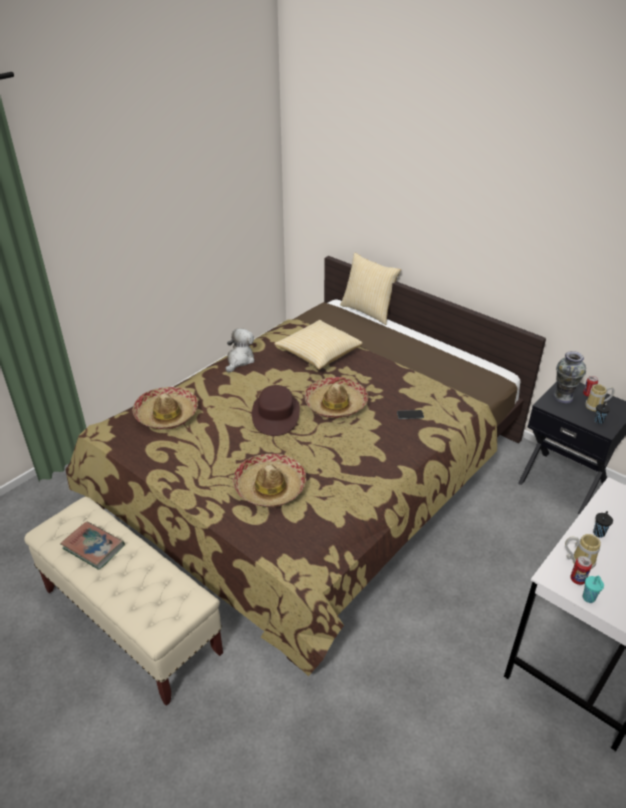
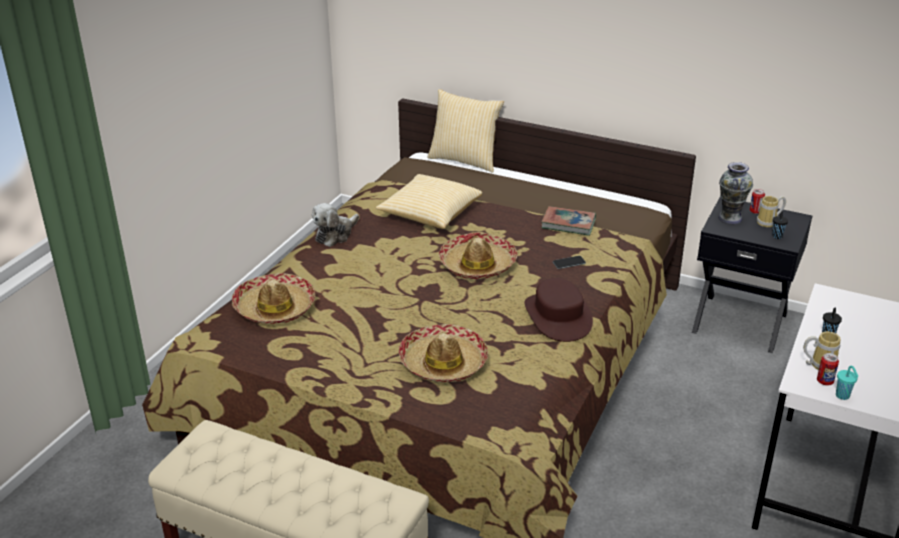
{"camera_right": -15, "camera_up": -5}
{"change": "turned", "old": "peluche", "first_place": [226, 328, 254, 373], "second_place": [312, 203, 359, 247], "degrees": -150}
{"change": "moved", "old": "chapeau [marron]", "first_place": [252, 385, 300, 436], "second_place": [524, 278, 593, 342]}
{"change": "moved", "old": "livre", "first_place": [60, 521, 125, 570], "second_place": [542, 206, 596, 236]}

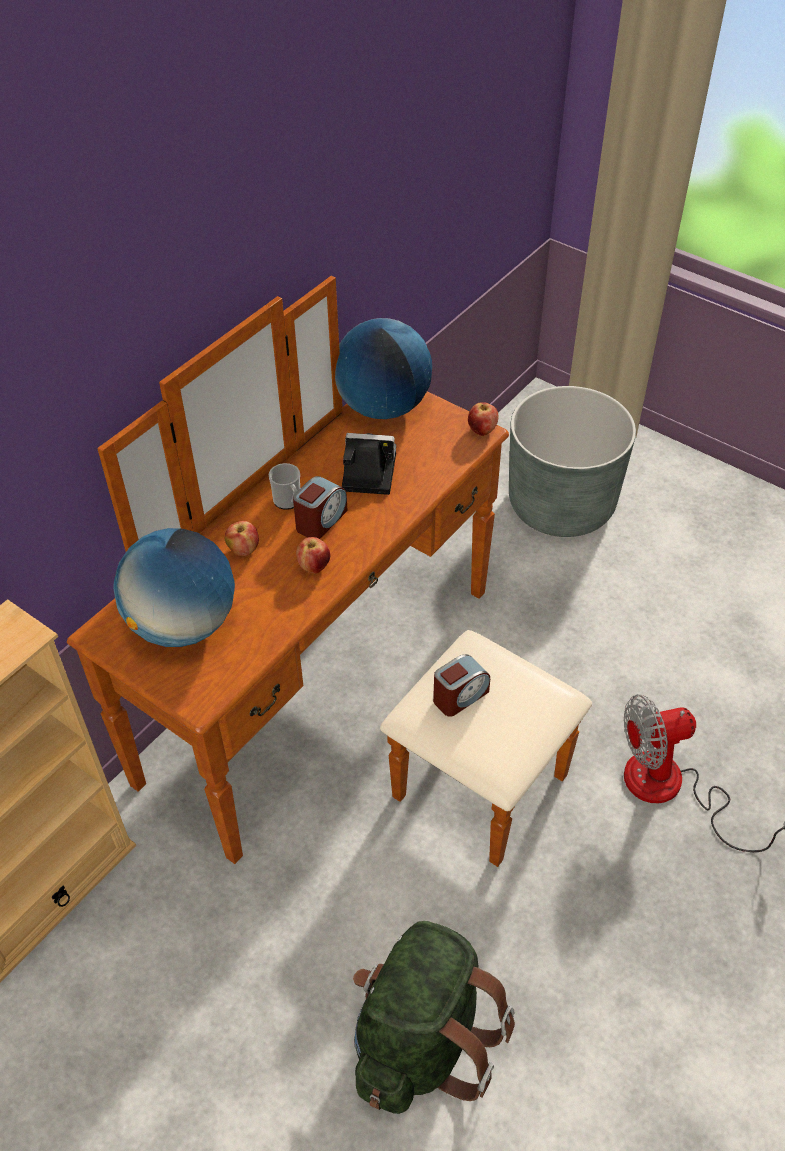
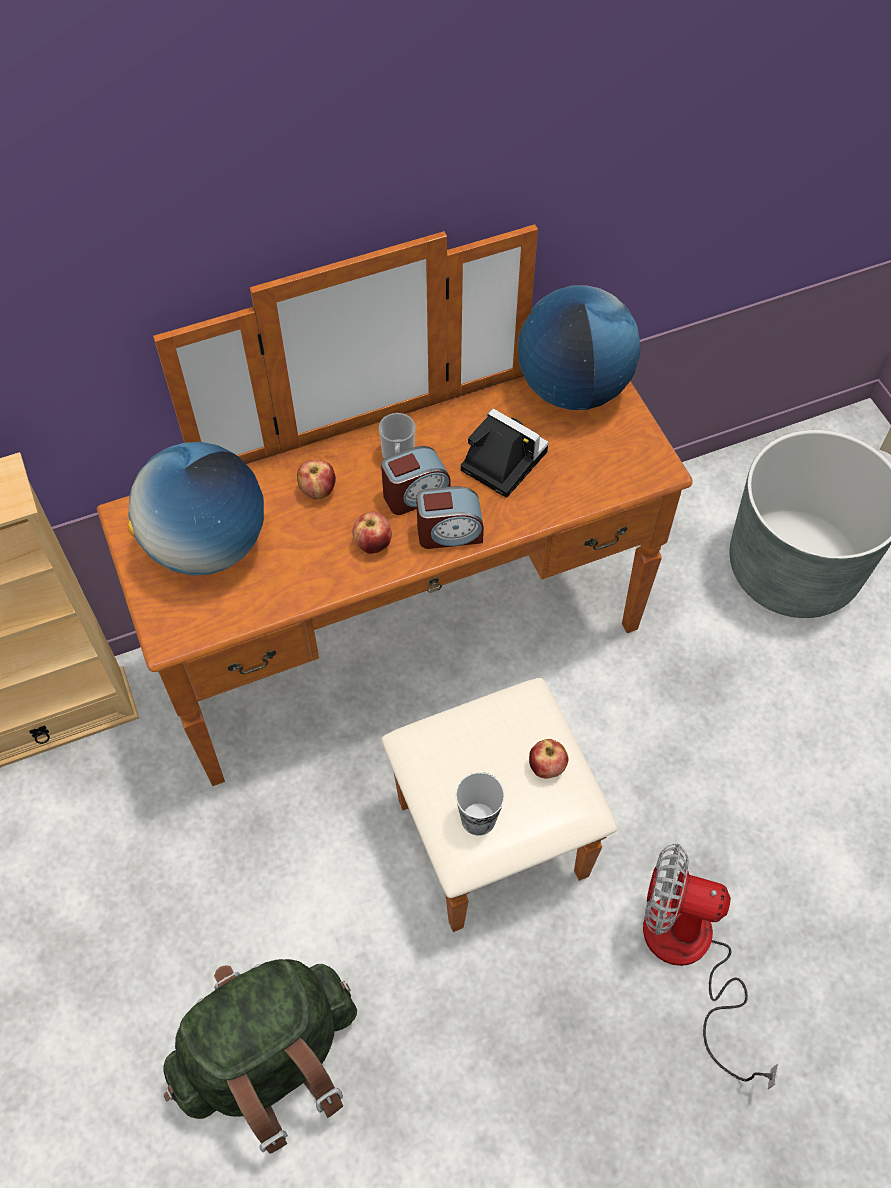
{"camera_right": 30, "camera_up": 10}
{"change": "moved", "old": "réveil", "first_place": [433, 654, 490, 717], "second_place": [416, 486, 484, 549]}
{"change": "added", "new": "tasse", "second_place": [455, 772, 505, 836]}
{"change": "moved", "old": "pomme", "first_place": [468, 402, 499, 436], "second_place": [529, 739, 568, 779]}

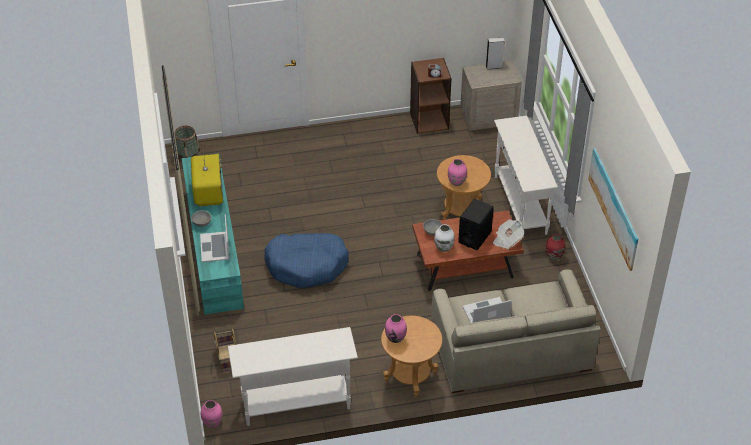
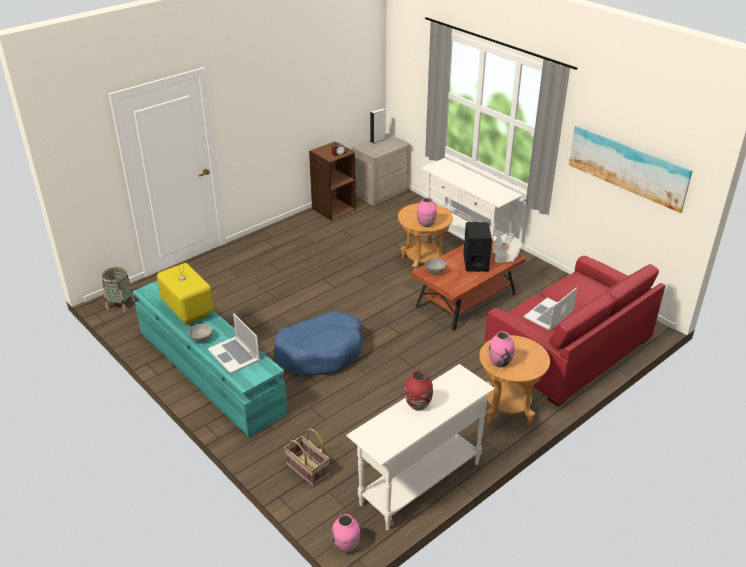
{"camera_right": -30, "camera_up": -10}
{"change": "moved", "old": "vase [rouge]", "first_place": [546, 234, 566, 260], "second_place": [405, 371, 433, 410]}
{"change": "recoloured", "old": "canapé [beige]", "new": "canapé [rouge]", "first_place": [431, 269, 601, 393], "second_place": [484, 256, 665, 406]}
{"change": "removed", "old": "vase [blanc]", "first_place": [434, 224, 455, 252]}

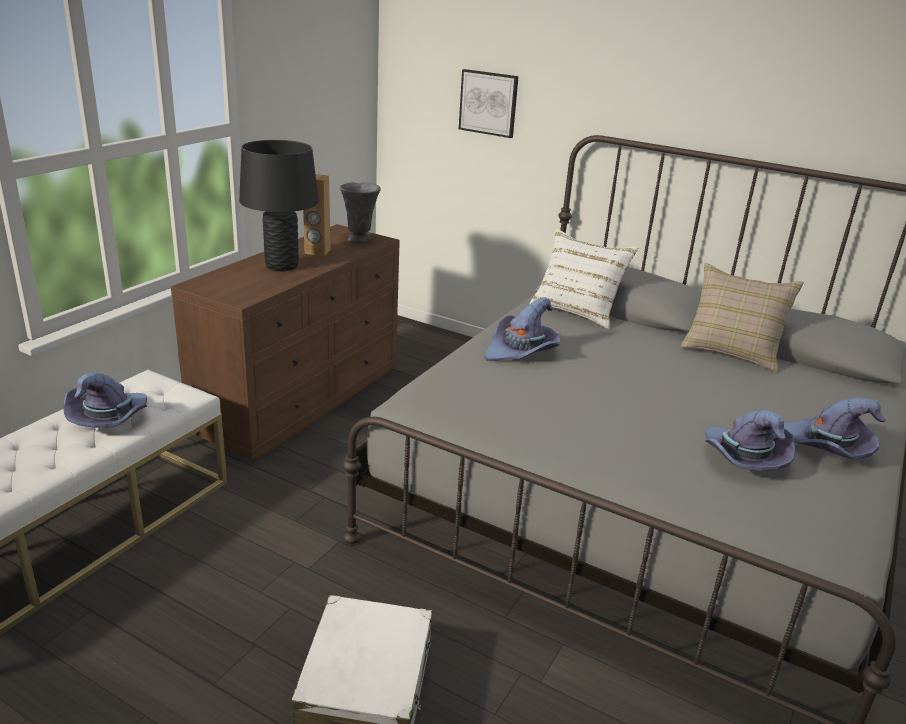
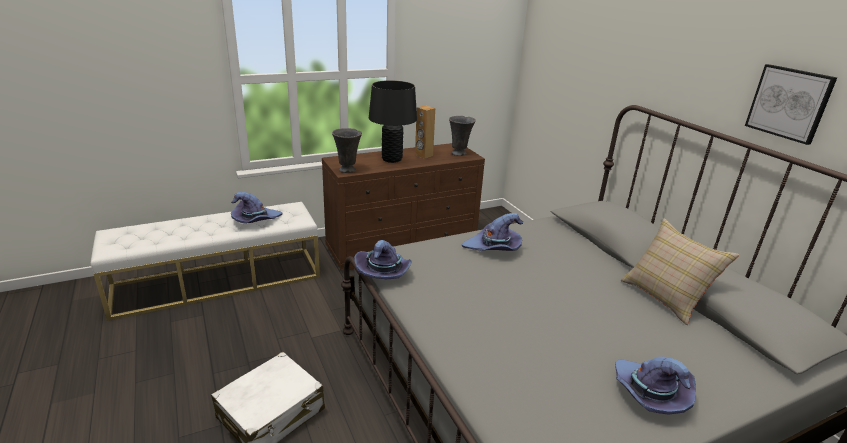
{"camera_right": 35, "camera_up": 0}
{"change": "added", "new": "vase [gris]", "second_place": [332, 128, 362, 173]}
{"change": "moved", "old": "chapeau [violet]", "first_place": [705, 410, 795, 471], "second_place": [354, 240, 412, 279]}
{"change": "moved", "old": "tableau", "first_place": [459, 69, 519, 138], "second_place": [745, 64, 837, 145]}
{"change": "removed", "old": "coussin [blanc]", "first_place": [530, 229, 639, 329]}

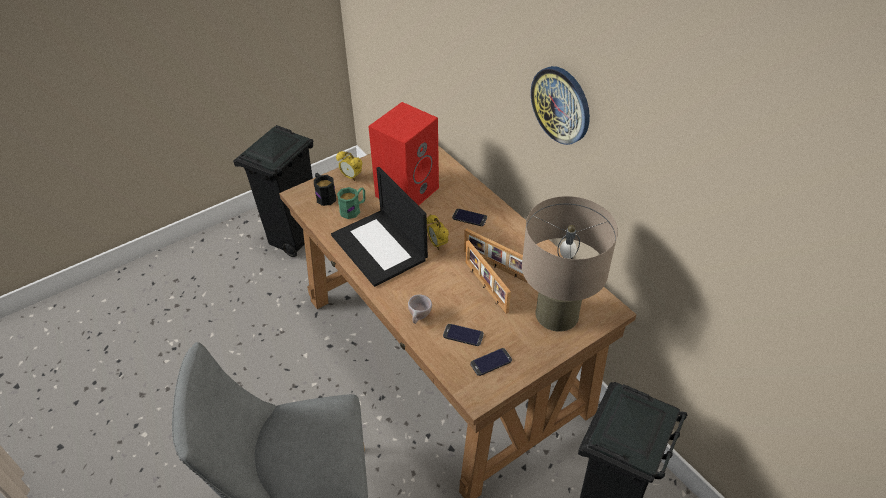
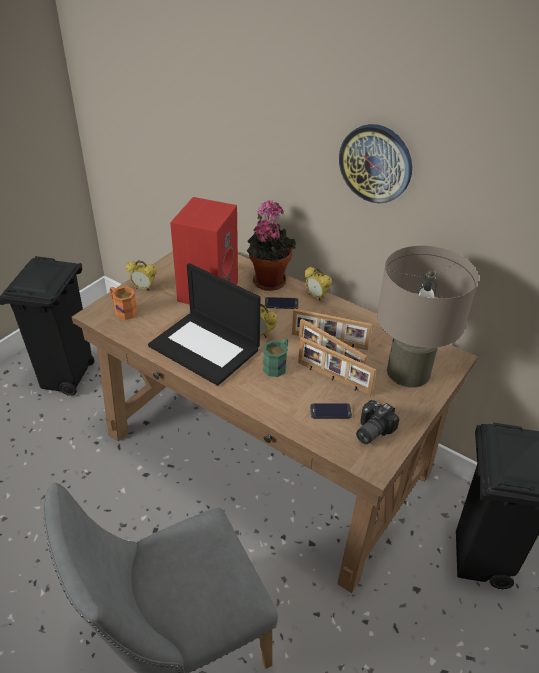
{"camera_right": -20, "camera_up": -5}
{"change": "recoloured", "old": "mug [noir]", "new": "mug [orange]", "first_place": [314, 173, 336, 206], "second_place": [110, 286, 138, 320]}
{"change": "added", "new": "plante en pot", "second_place": [247, 200, 296, 291]}
{"change": "moved", "old": "mug [vert]", "first_place": [337, 187, 365, 219], "second_place": [263, 338, 288, 377]}
{"change": "added", "new": "cadre photo", "second_place": [298, 337, 376, 396]}
{"change": "added", "new": "réveil", "second_place": [304, 267, 332, 301]}
{"change": "replaced", "old": "téléphone", "new": "appareil photo", "first_place": [470, 348, 512, 376], "second_place": [356, 400, 399, 444]}
{"change": "removed", "old": "tasse [beige]", "first_place": [408, 294, 432, 324]}

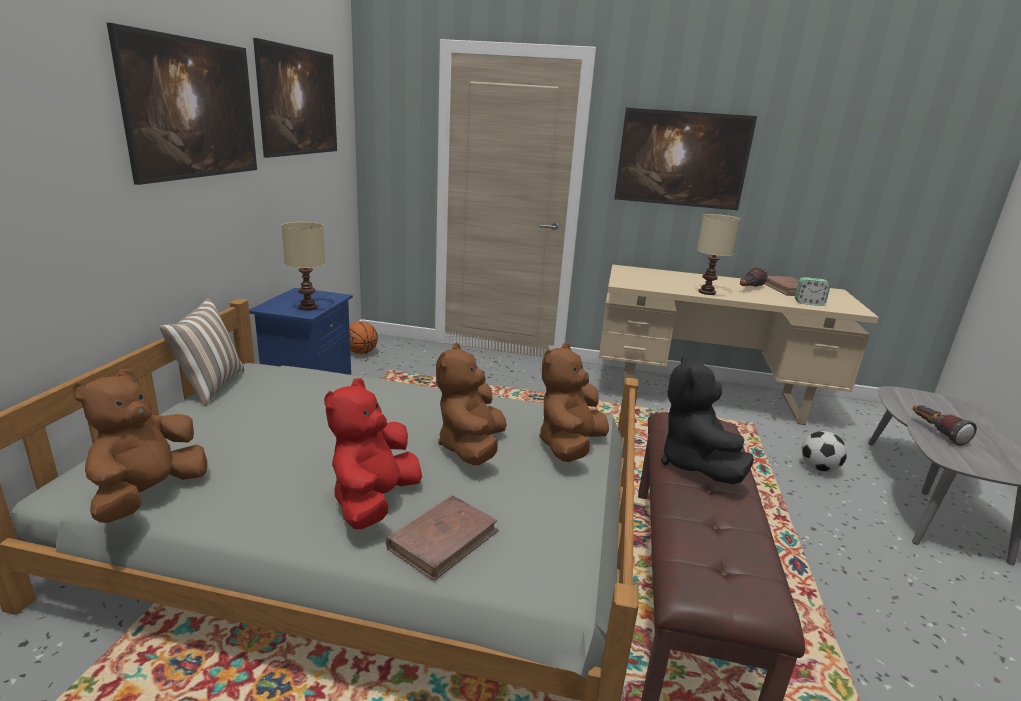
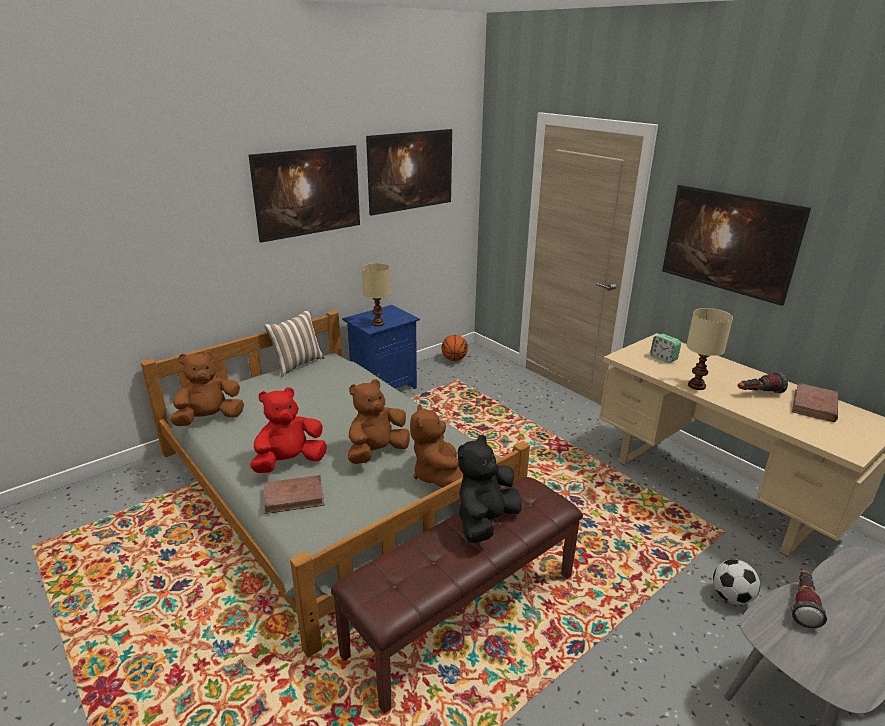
{"camera_right": 40, "camera_up": 5}
{"change": "turned", "old": "peluche [marron]", "first_place": [539, 343, 609, 462], "second_place": [410, 404, 463, 488], "degrees": -75}
{"change": "moved", "old": "réveil", "first_place": [795, 277, 831, 306], "second_place": [650, 334, 681, 363]}

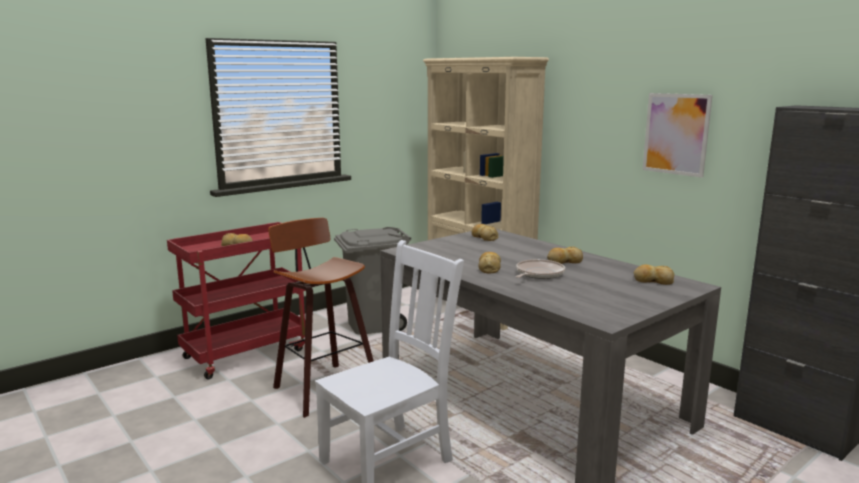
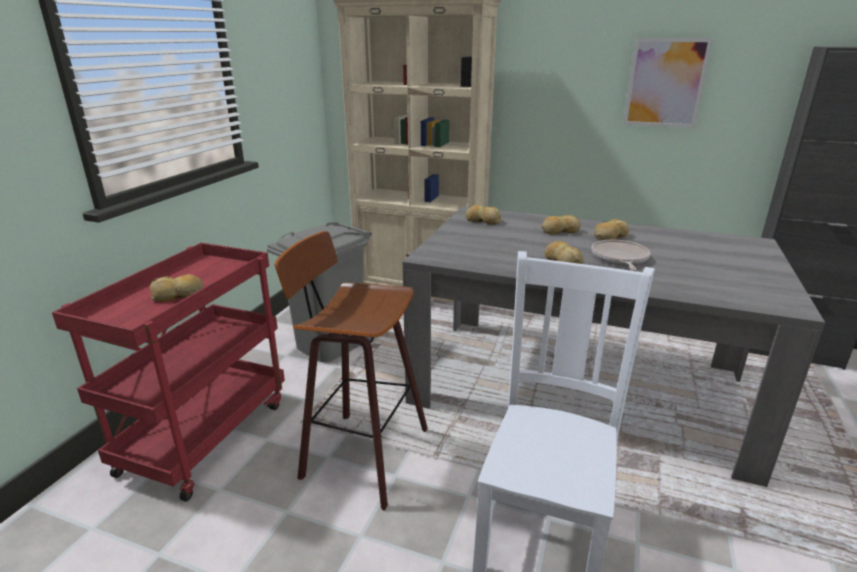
{"camera_right": -30, "camera_up": 10}
{"change": "moved", "old": "pain", "first_place": [634, 265, 674, 285], "second_place": [542, 214, 580, 235]}

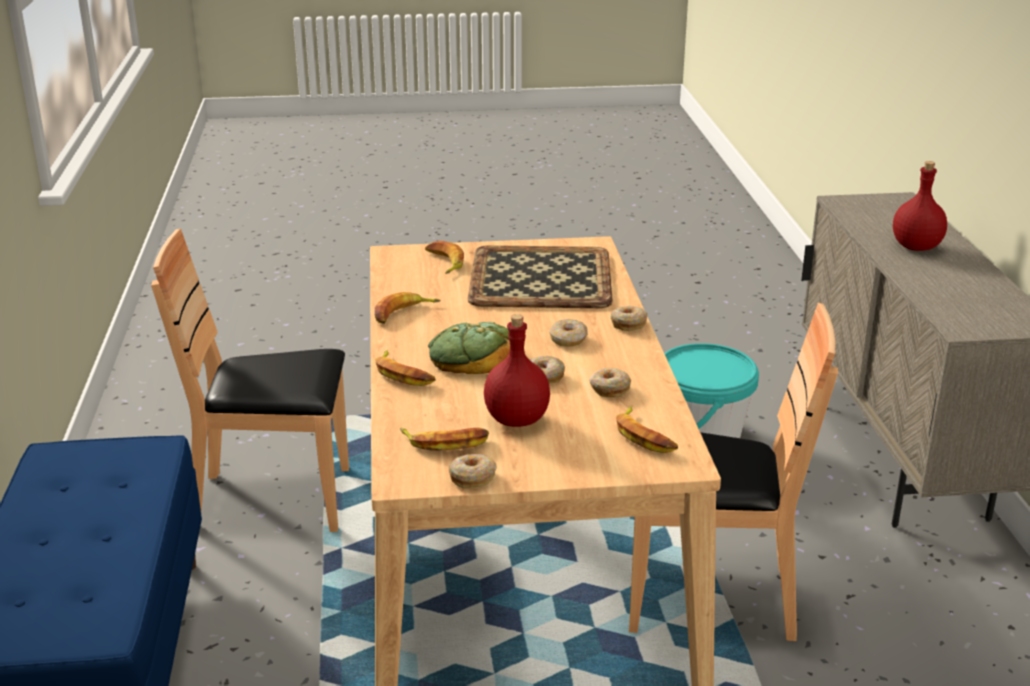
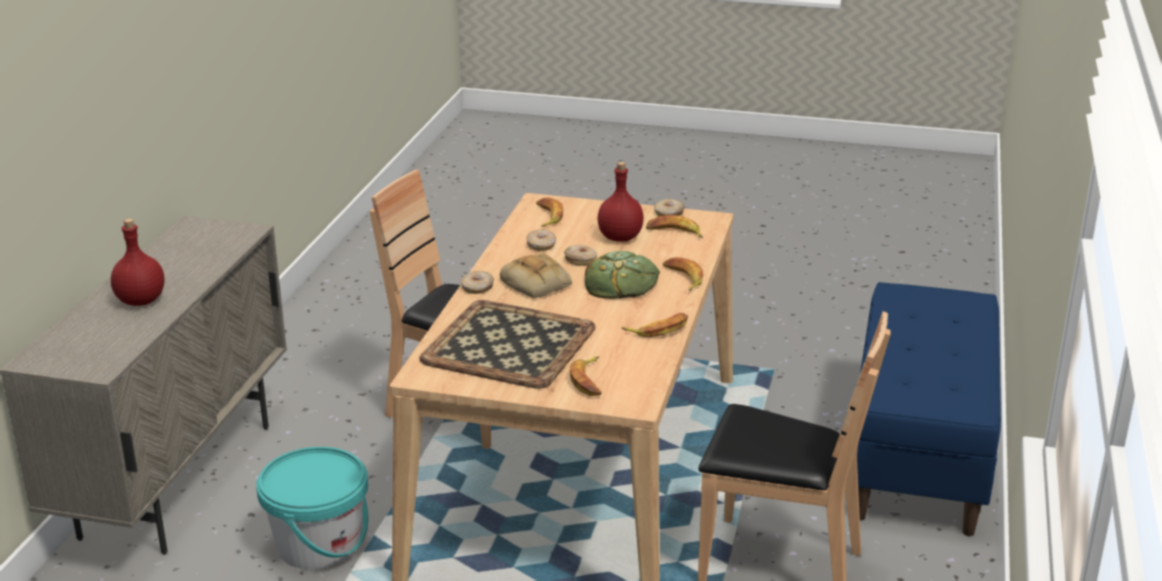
{"camera_right": -160, "camera_up": 0}
{"change": "replaced", "old": "beignet", "new": "pain", "first_place": [549, 319, 588, 347], "second_place": [500, 253, 572, 298]}

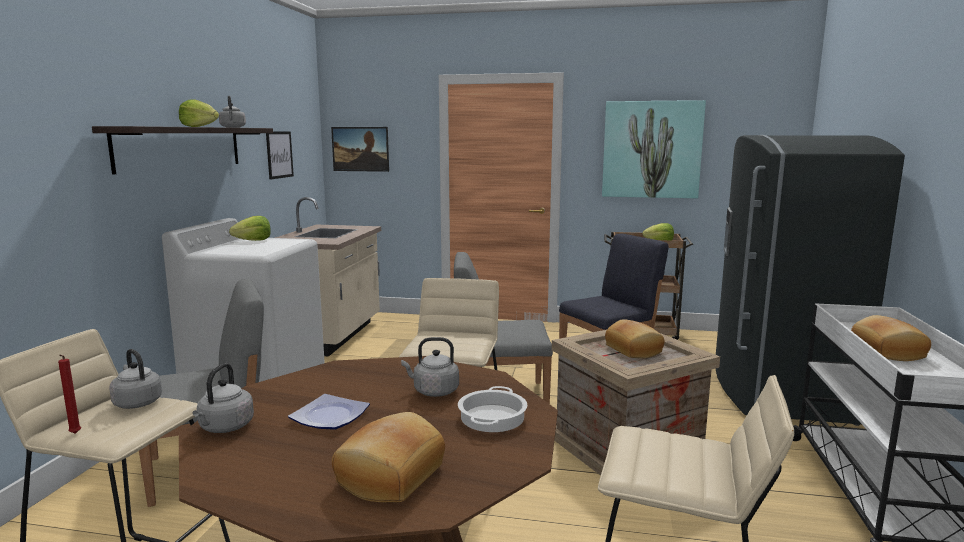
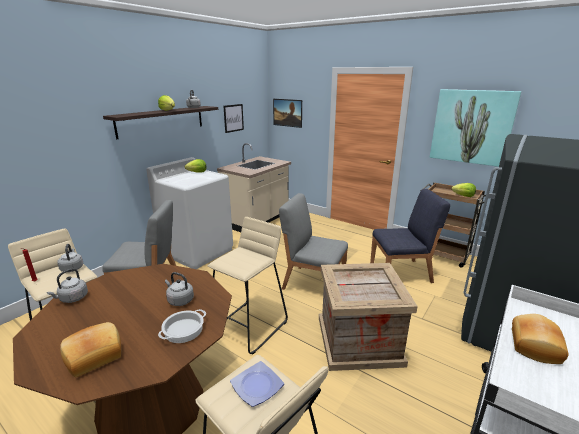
{"camera_right": 25, "camera_up": 10}
{"change": "moved", "old": "assiette", "first_place": [288, 394, 370, 430], "second_place": [230, 361, 284, 407]}
{"change": "removed", "old": "pain", "first_place": [605, 319, 664, 358]}

